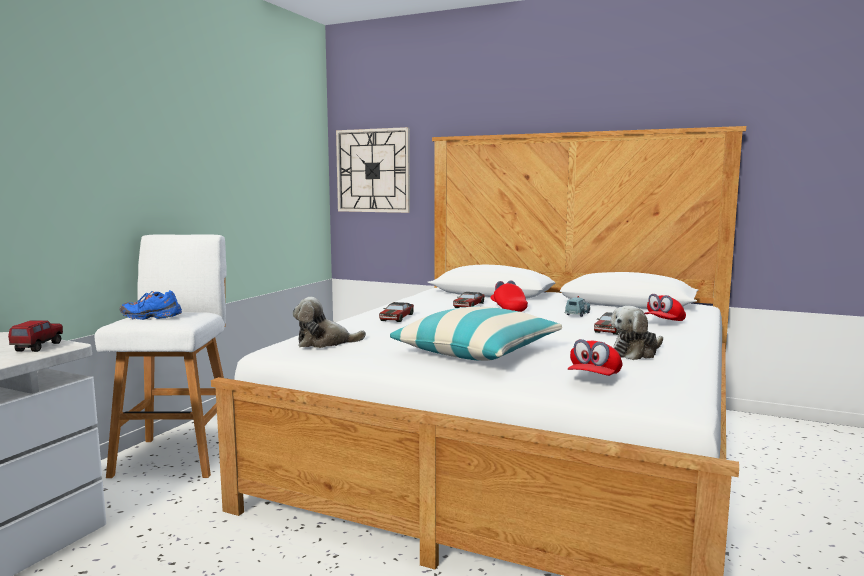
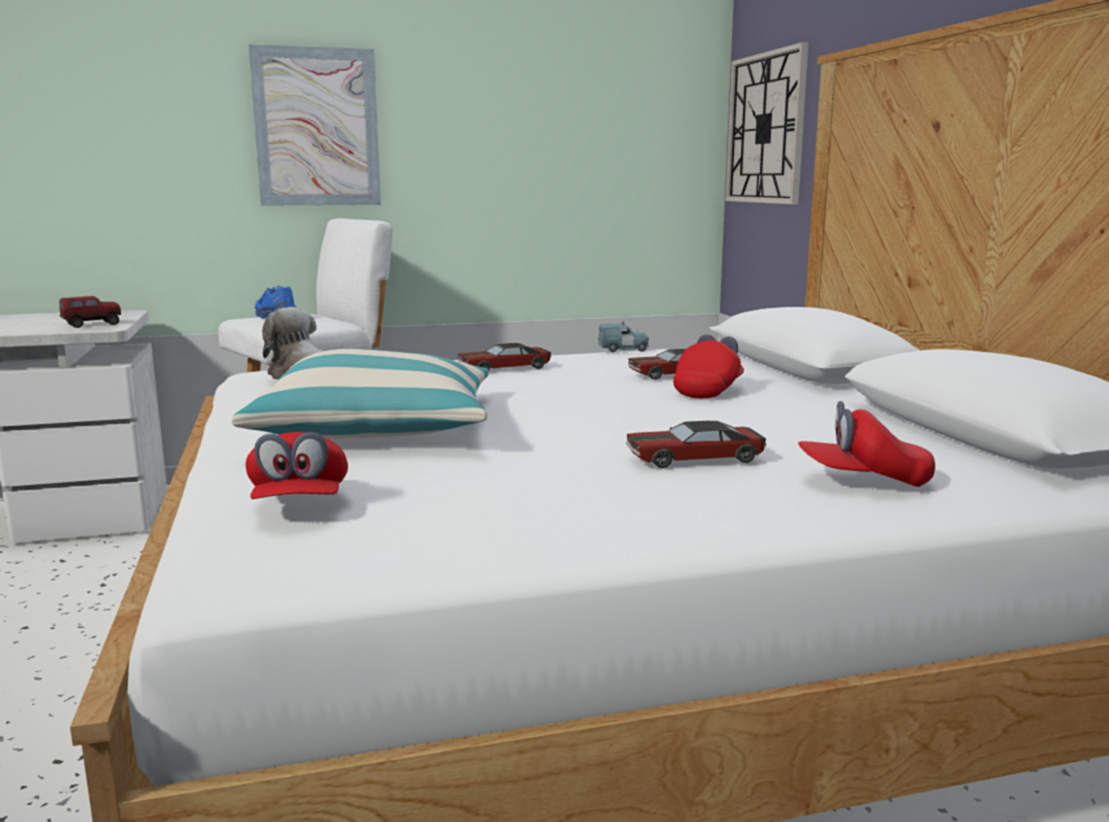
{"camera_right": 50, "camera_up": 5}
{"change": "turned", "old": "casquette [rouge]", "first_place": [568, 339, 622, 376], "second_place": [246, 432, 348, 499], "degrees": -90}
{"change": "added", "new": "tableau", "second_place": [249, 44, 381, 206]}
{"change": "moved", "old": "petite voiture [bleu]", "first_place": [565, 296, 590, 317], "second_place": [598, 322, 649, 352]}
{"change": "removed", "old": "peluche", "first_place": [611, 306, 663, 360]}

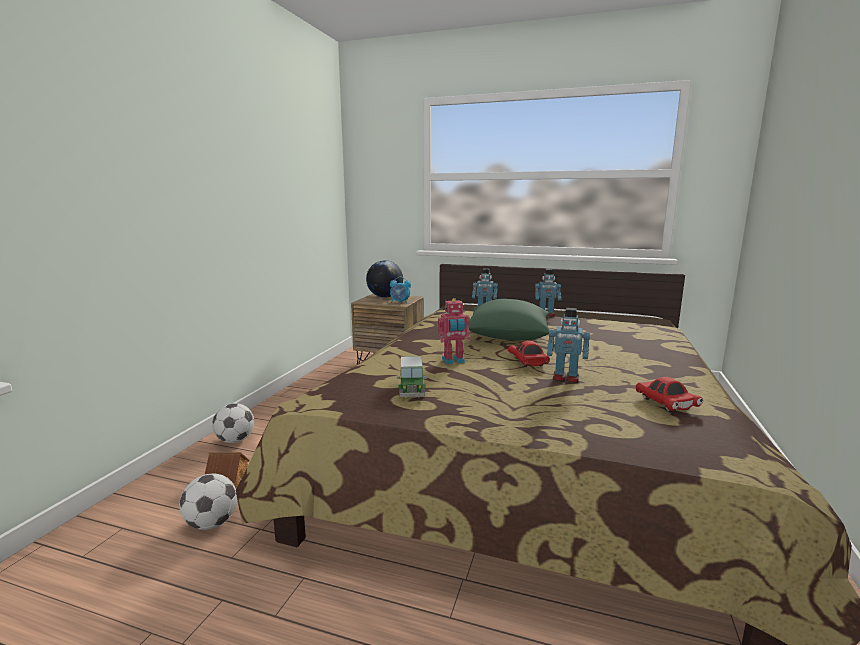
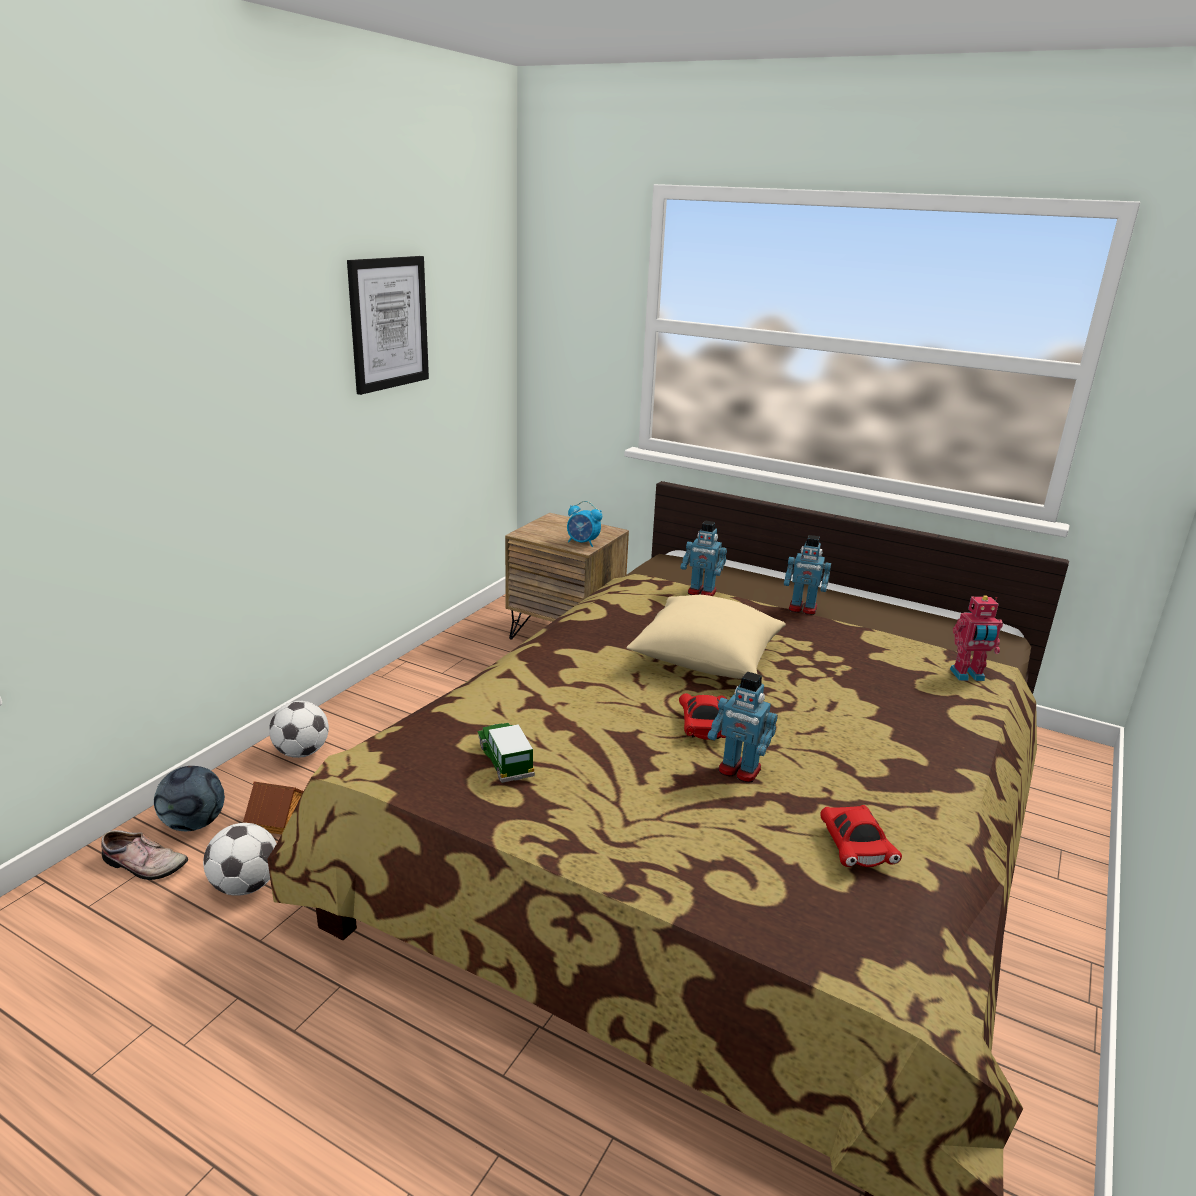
{"camera_right": 10, "camera_up": 10}
{"change": "added", "new": "chaussure", "second_place": [101, 830, 188, 880]}
{"change": "added", "new": "ballon de foot", "second_place": [154, 766, 225, 831]}
{"change": "added", "new": "tableau", "second_place": [347, 256, 429, 395]}
{"change": "turned", "old": "petite voiture", "first_place": [397, 356, 427, 398], "second_place": [478, 723, 535, 783], "degrees": 150}
{"change": "recoloured", "old": "coussin [vert]", "new": "coussin [beige]", "first_place": [468, 299, 550, 340], "second_place": [627, 595, 786, 679]}
{"change": "moved", "old": "robot jouet", "first_place": [437, 298, 471, 364], "second_place": [950, 595, 1003, 681]}
{"change": "removed", "old": "globe", "first_place": [366, 260, 403, 298]}

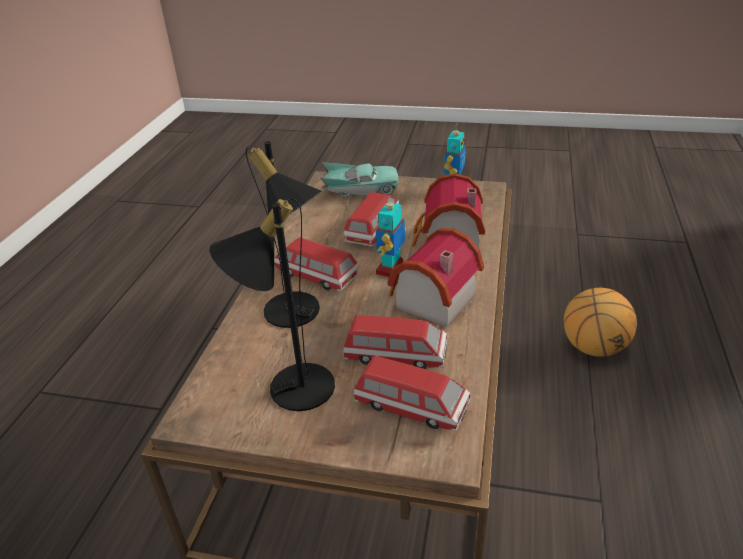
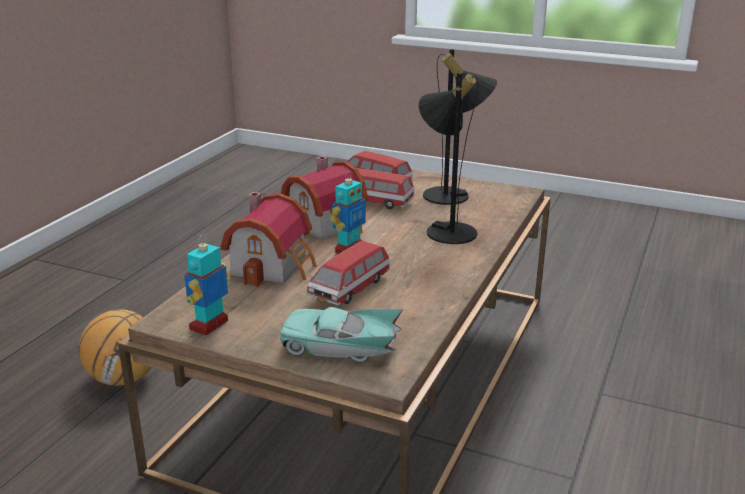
{"camera_right": -170, "camera_up": -10}
{"change": "removed", "old": "petite voiture", "first_place": [274, 238, 359, 291]}

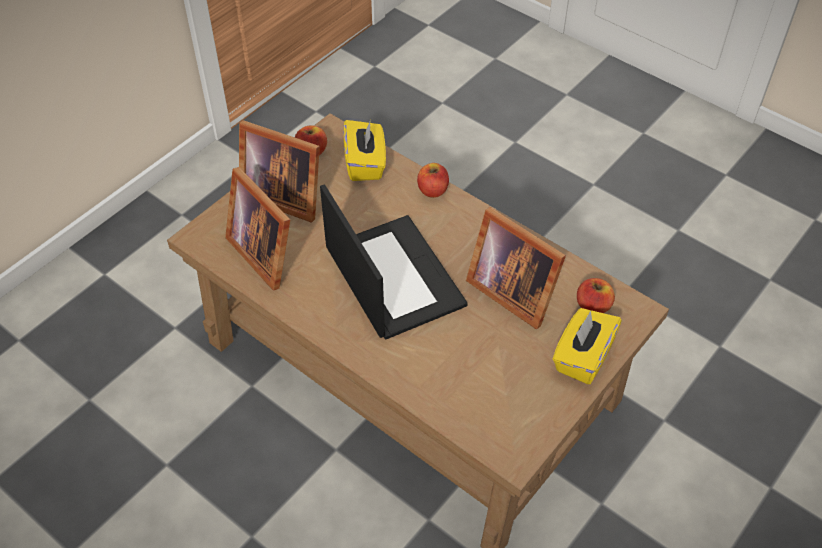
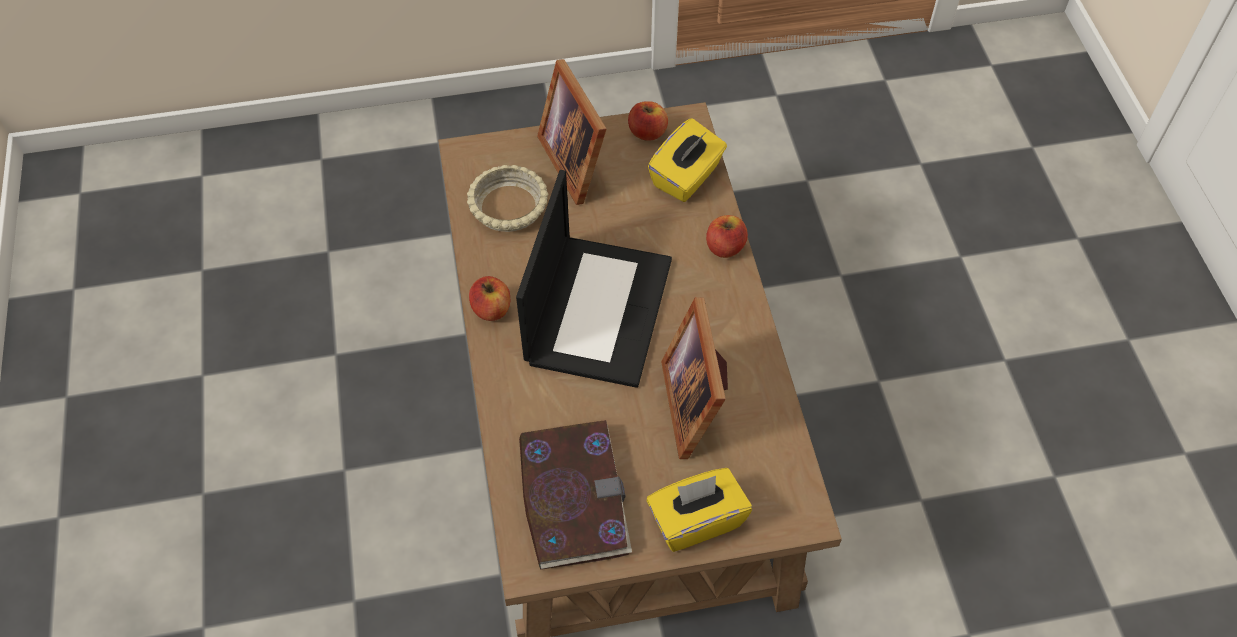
{"camera_right": 40, "camera_up": 5}
{"change": "replaced", "old": "cadre photo", "new": "bol [beige]", "first_place": [225, 167, 290, 291], "second_place": [467, 165, 548, 232]}
{"change": "moved", "old": "pomme", "first_place": [577, 278, 615, 313], "second_place": [469, 276, 510, 321]}
{"change": "added", "new": "livre", "second_place": [519, 420, 632, 570]}

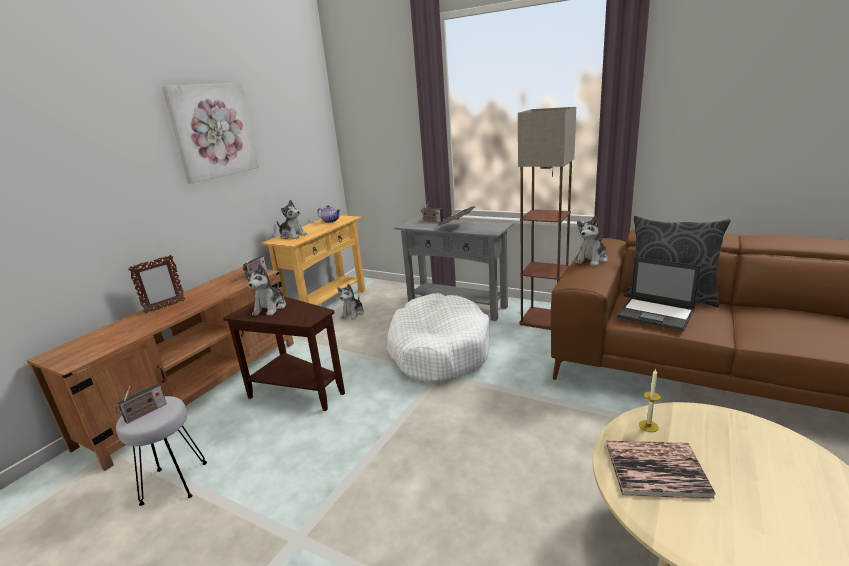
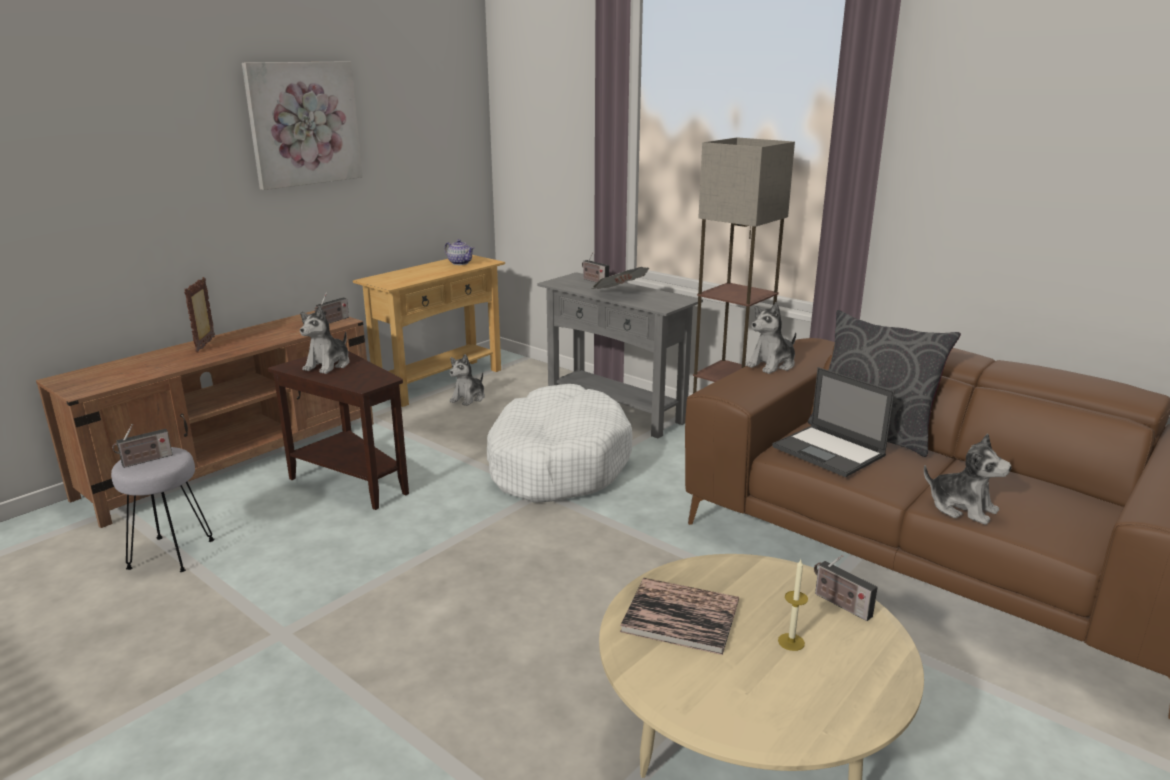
{"camera_right": 10, "camera_up": 0}
{"change": "turned", "old": "cadre photo", "first_place": [128, 255, 186, 313], "second_place": [184, 277, 215, 353], "degrees": 120}
{"change": "moved", "old": "bougie", "first_place": [639, 368, 661, 432], "second_place": [778, 560, 808, 651]}
{"change": "added", "new": "radio", "second_place": [814, 555, 878, 621]}
{"change": "moved", "old": "peluche", "first_place": [277, 200, 307, 239], "second_place": [924, 434, 1012, 525]}

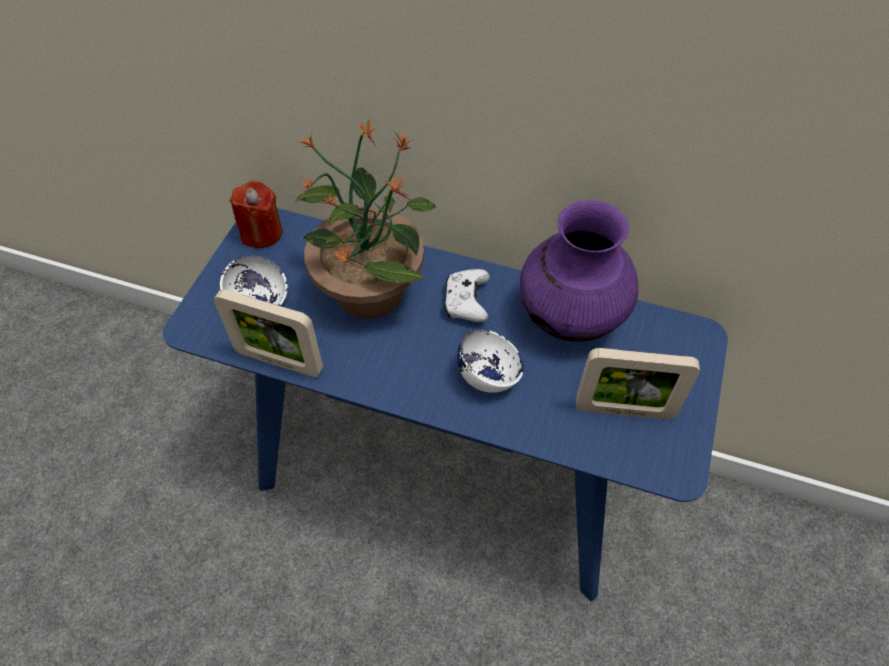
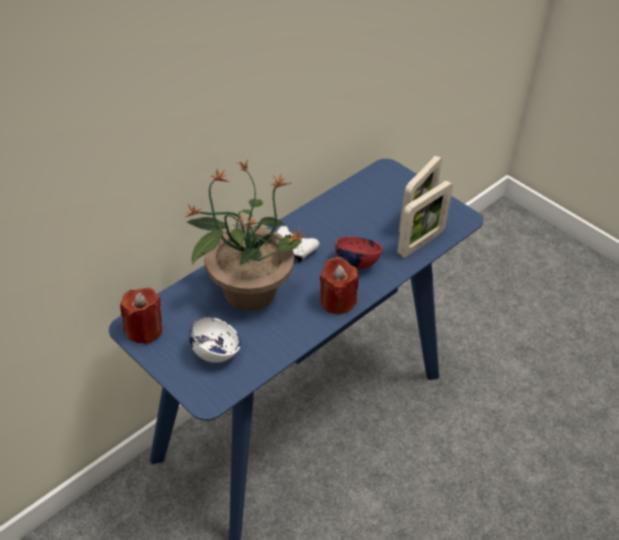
{"camera_right": -65, "camera_up": -10}
{"change": "added", "new": "bougie [rouge]", "second_place": [320, 257, 359, 314]}
{"change": "recoloured", "old": "bol [blanc]", "new": "bol [rouge]", "first_place": [457, 329, 524, 393], "second_place": [335, 237, 383, 269]}
{"change": "moved", "old": "cadre photo", "first_place": [214, 289, 323, 377], "second_place": [397, 180, 453, 258]}
{"change": "removed", "old": "vase [violet]", "first_place": [520, 200, 638, 342]}

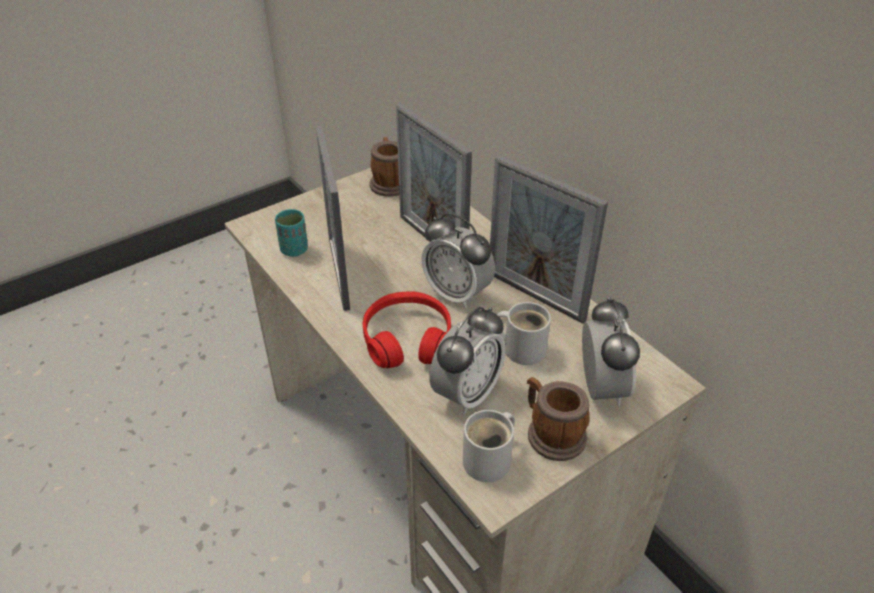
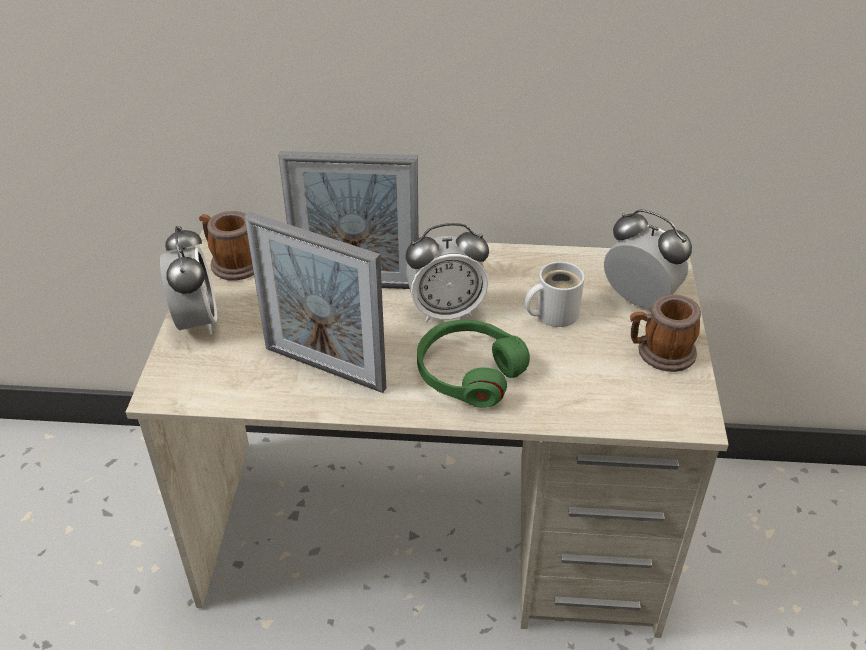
{"camera_right": -50, "camera_up": 0}
{"change": "moved", "old": "réveil", "first_place": [429, 307, 506, 415], "second_place": [160, 226, 217, 334]}
{"change": "recoloured", "old": "casque audio [rouge]", "new": "casque audio [vert]", "first_place": [363, 291, 451, 368], "second_place": [417, 320, 530, 408]}
{"change": "removed", "old": "tasse [turquoise]", "first_place": [275, 209, 308, 257]}
{"change": "removed", "old": "mug [blanc]", "first_place": [463, 410, 515, 482]}
{"change": "removed", "old": "cadre photo", "first_place": [490, 155, 608, 324]}

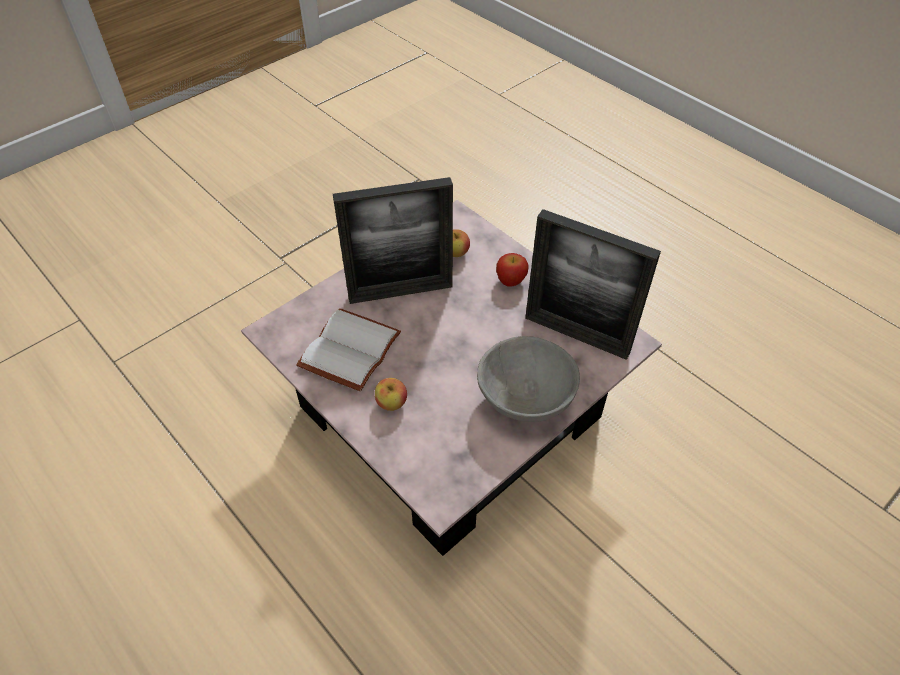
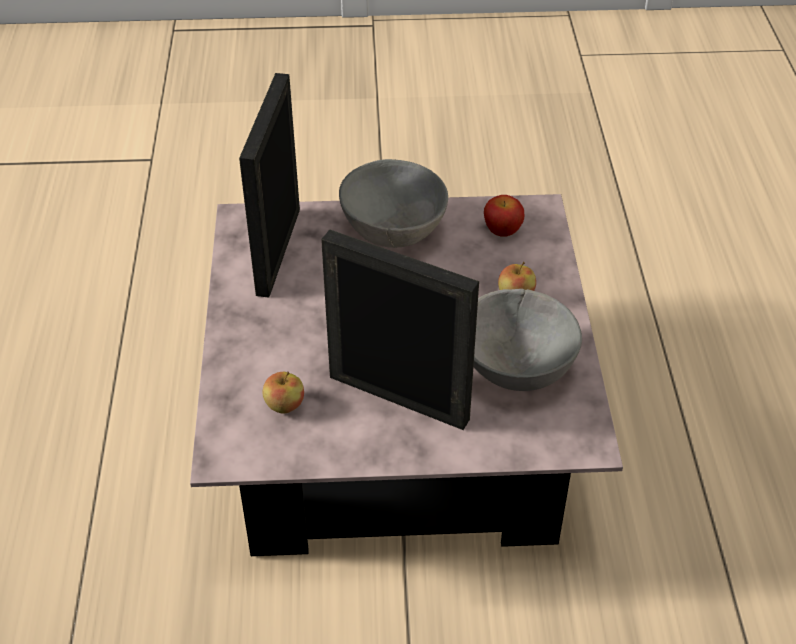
{"camera_right": -140, "camera_up": -5}
{"change": "turned", "old": "cadre photo", "first_place": [525, 209, 661, 360], "second_place": [239, 73, 300, 298], "degrees": -150}
{"change": "replaced", "old": "livre [blanc]", "new": "bol [gris]", "first_place": [296, 308, 401, 391], "second_place": [473, 289, 582, 391]}
{"change": "moved", "old": "pomme", "first_place": [496, 253, 529, 287], "second_place": [484, 195, 524, 237]}

